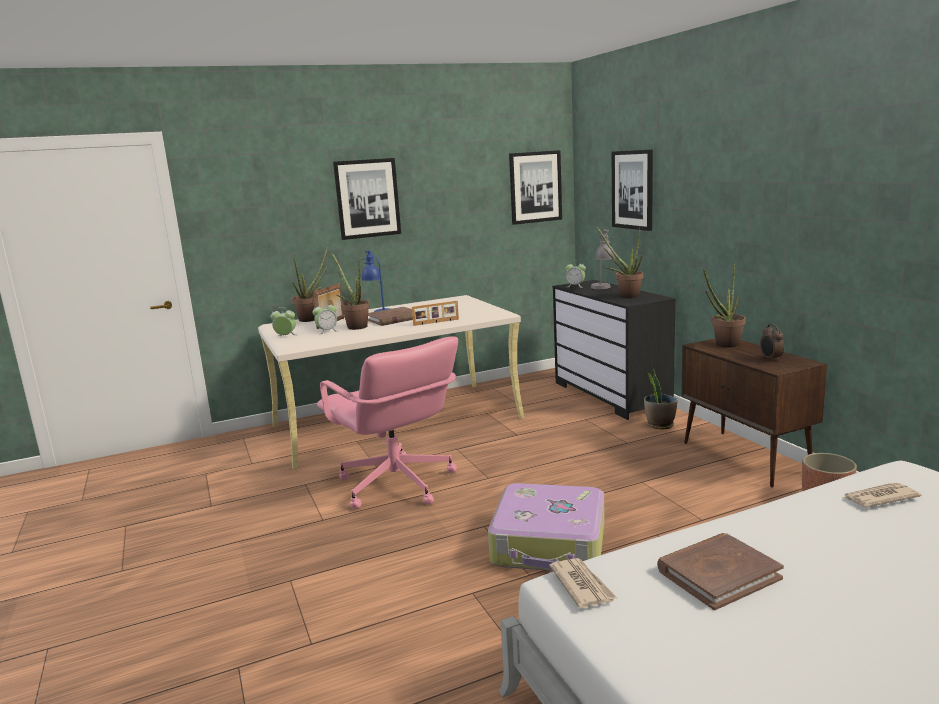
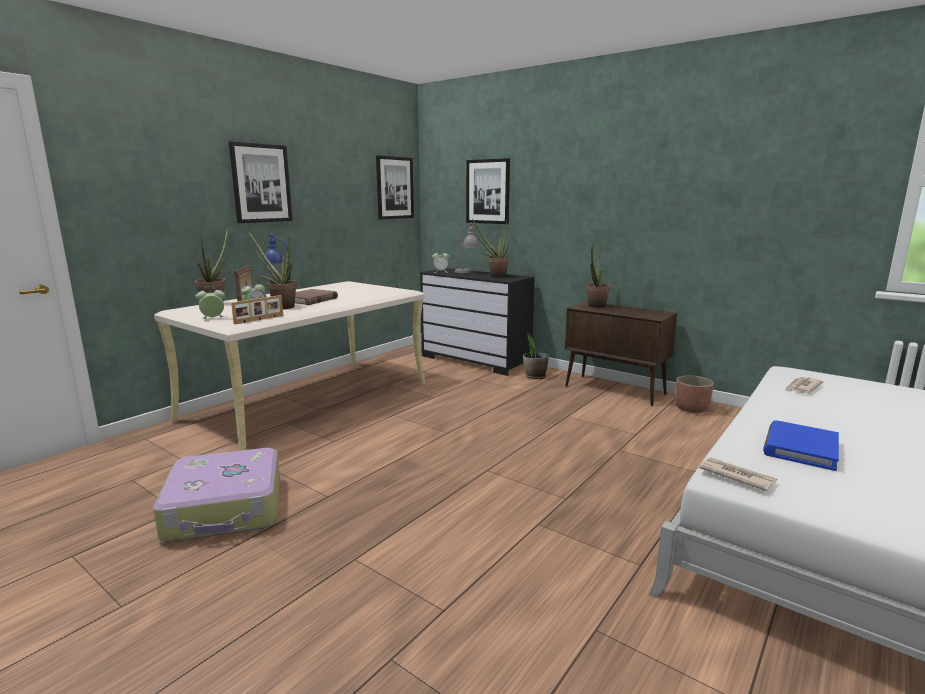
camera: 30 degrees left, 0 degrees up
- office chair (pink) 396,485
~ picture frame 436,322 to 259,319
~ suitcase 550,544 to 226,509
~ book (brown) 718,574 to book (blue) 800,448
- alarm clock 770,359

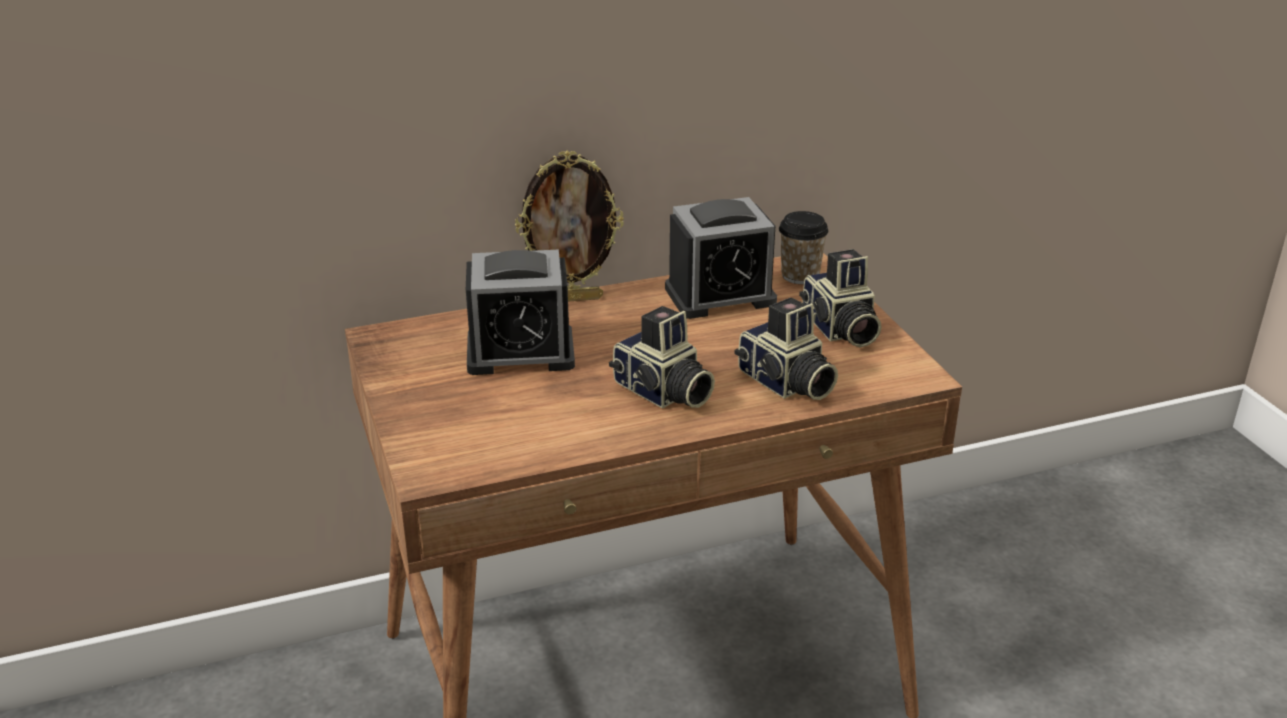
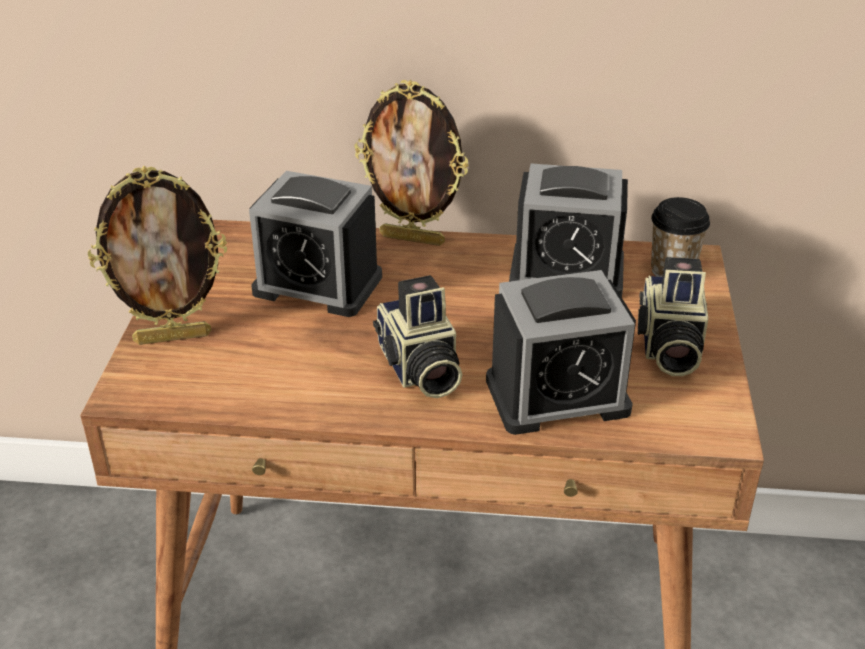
camera: 25 degrees right, 5 degrees up
~ photo camera 785,383 to alarm clock 557,396
+ picture frame 173,337

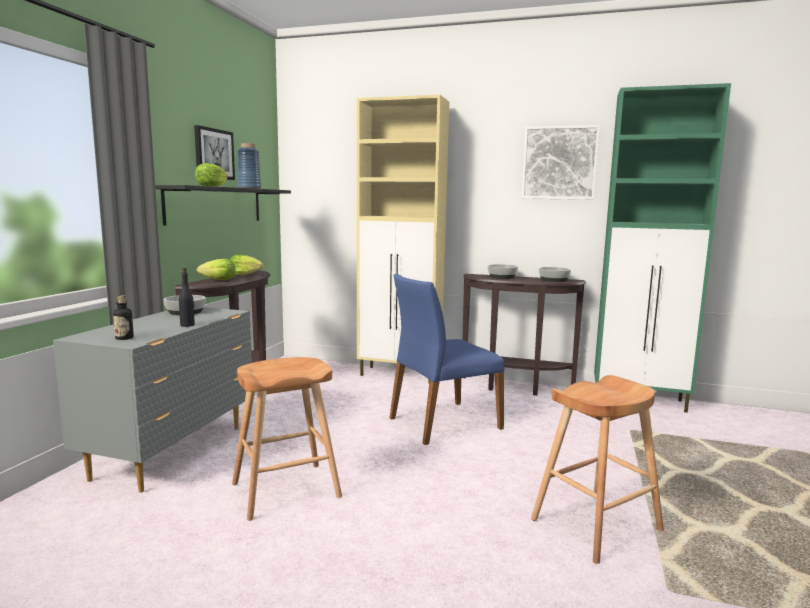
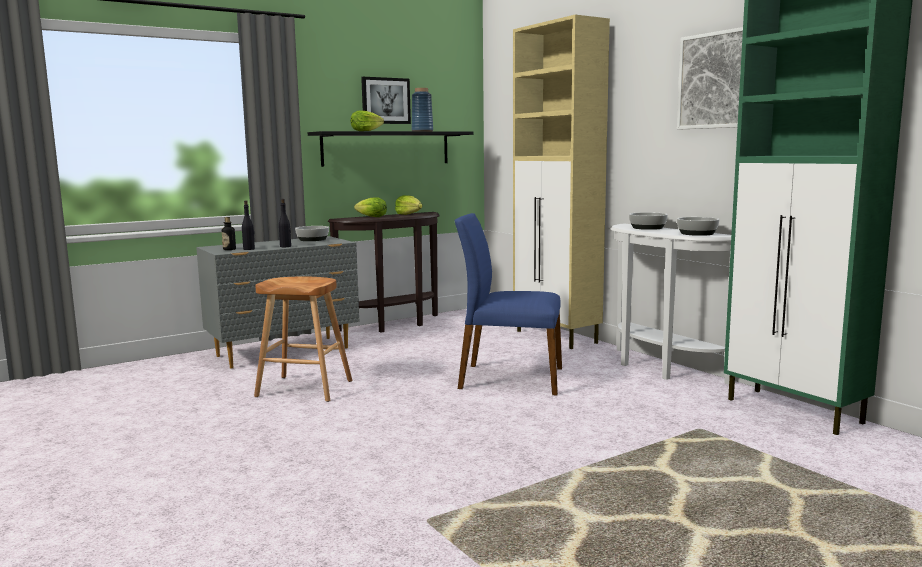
camera: 40 degrees right, 0 degrees up
~ console table (brown) 515,387 to console table (white) 659,368
- stool (brown) 596,525
+ bottle (black) 249,249

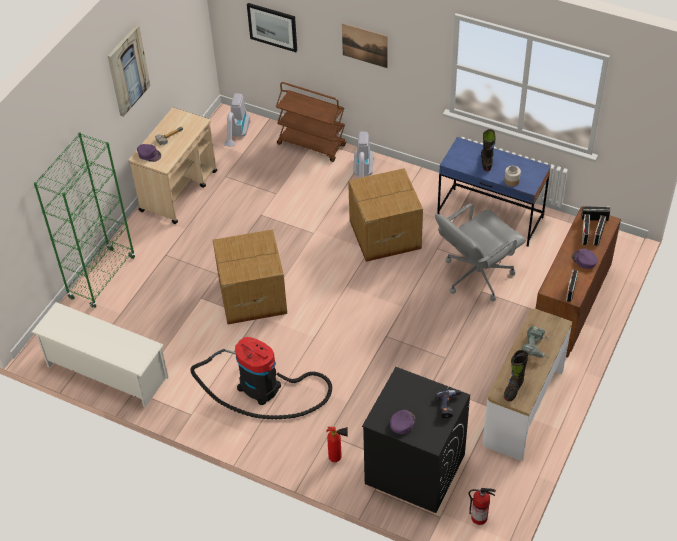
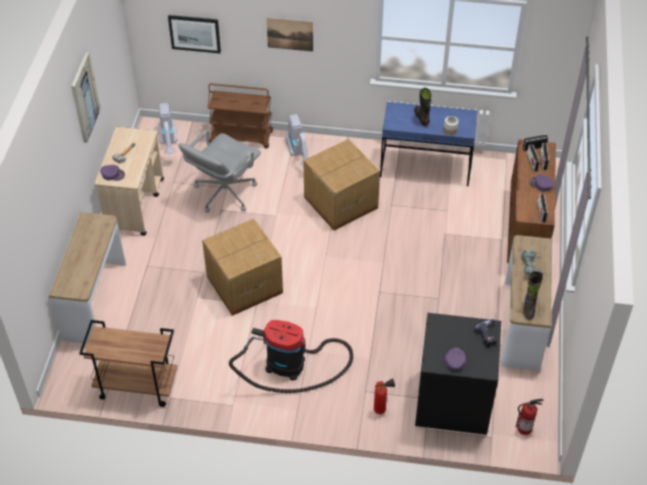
camera: 20 degrees left, 0 degrees up
~ shoe rack (white) 106,372 to cart (brown) 136,386
~ bookcase (green) 102,278 to console table 95,301
~ office chair (grey) 476,275 to 224,193

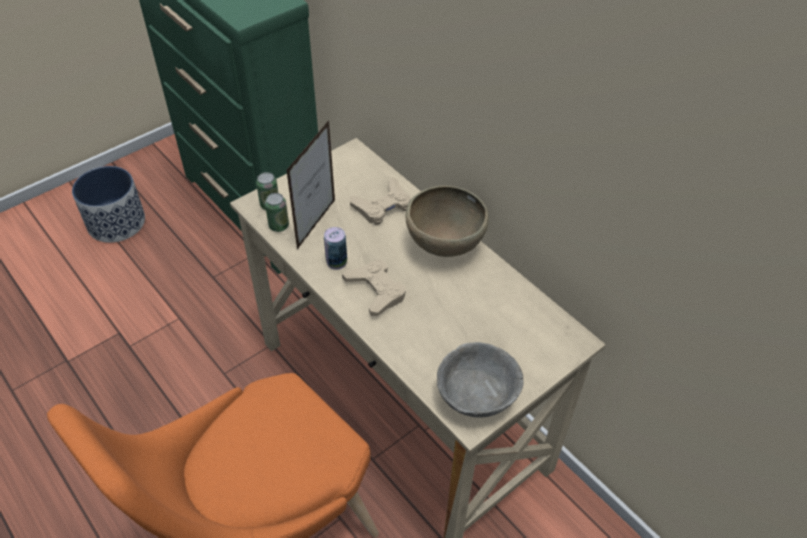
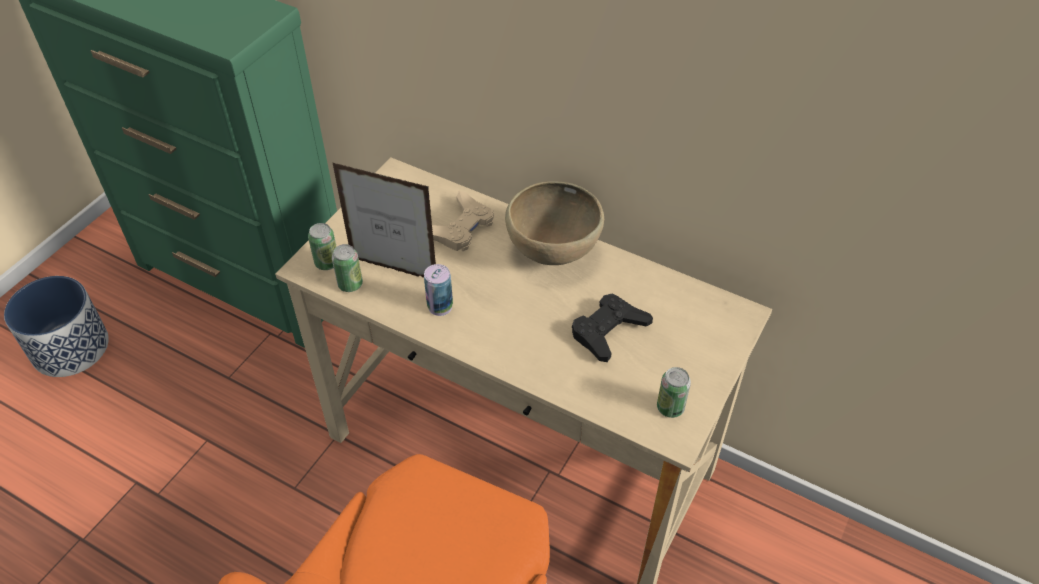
camera: 20 degrees left, 0 degrees up
~ picture frame 316,224 = 394,270 75 degrees counterclockwise
- game controller (beige) 376,290
~ bowl (grey) 477,397 to can 670,407
+ game controller (black) 608,331

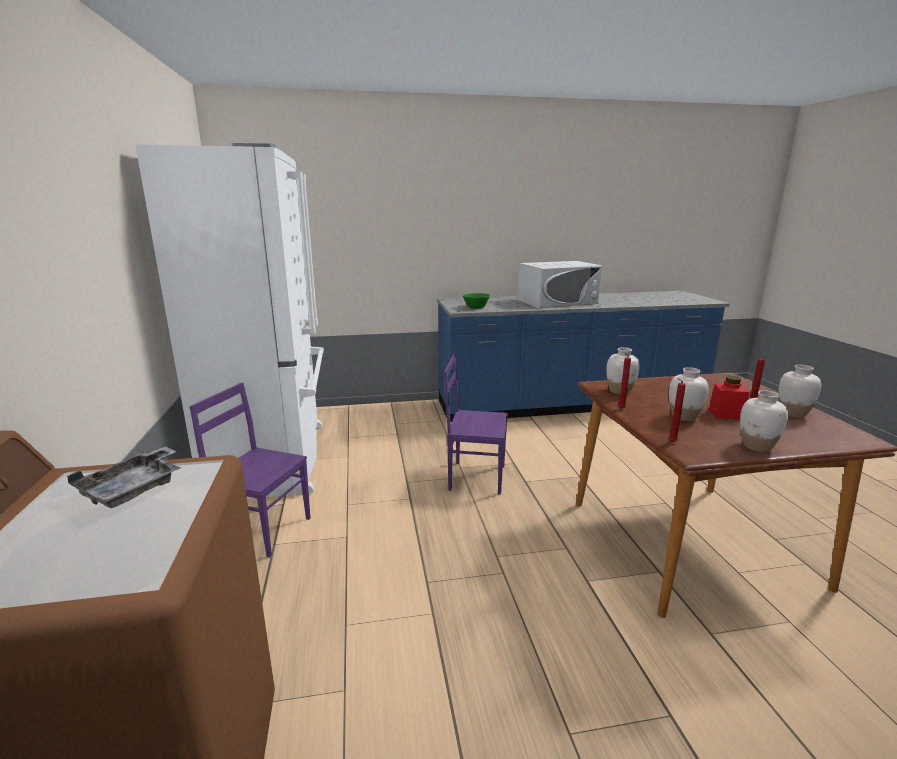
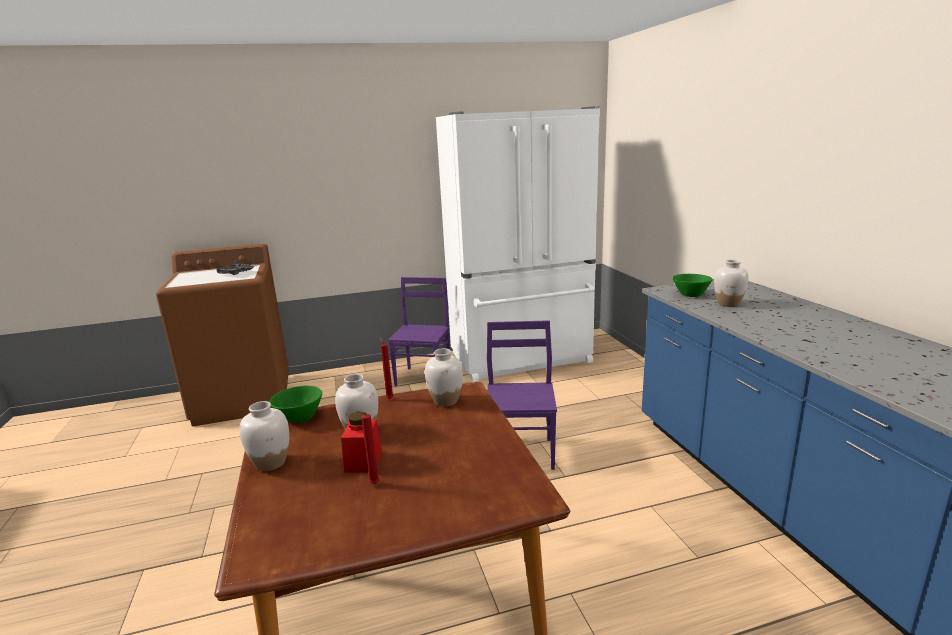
camera: 85 degrees right, 0 degrees up
- microwave (white) 557,302
~ candle (red) 671,442 to bowl (green) 300,416
~ vase (white) 793,413 to 728,304

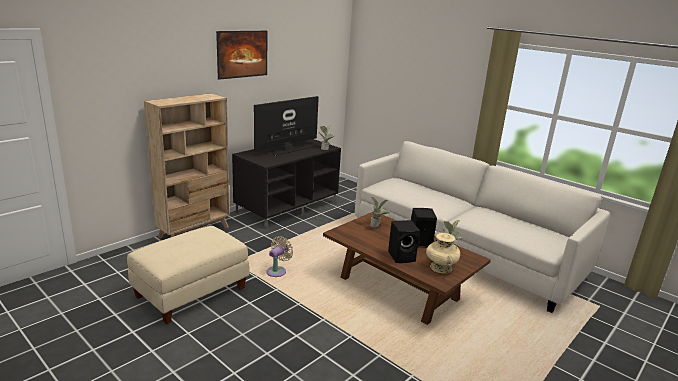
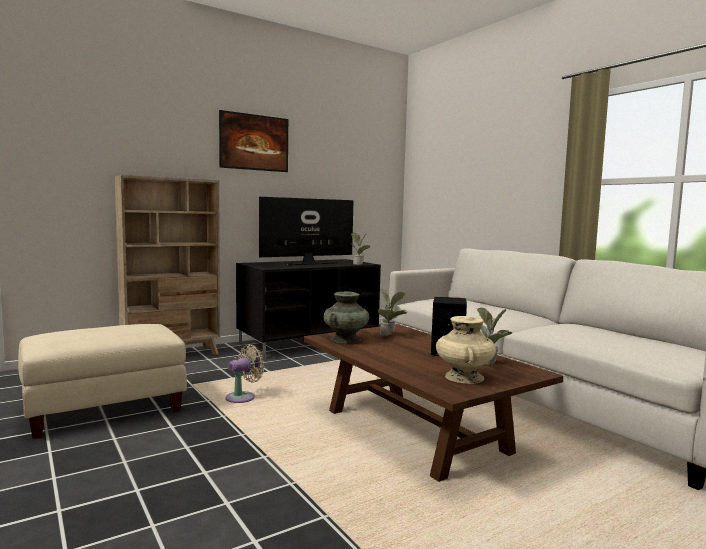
camera: 15 degrees right, 15 degrees down
- speaker (black) 402,256
+ vase (turquoise) 346,339

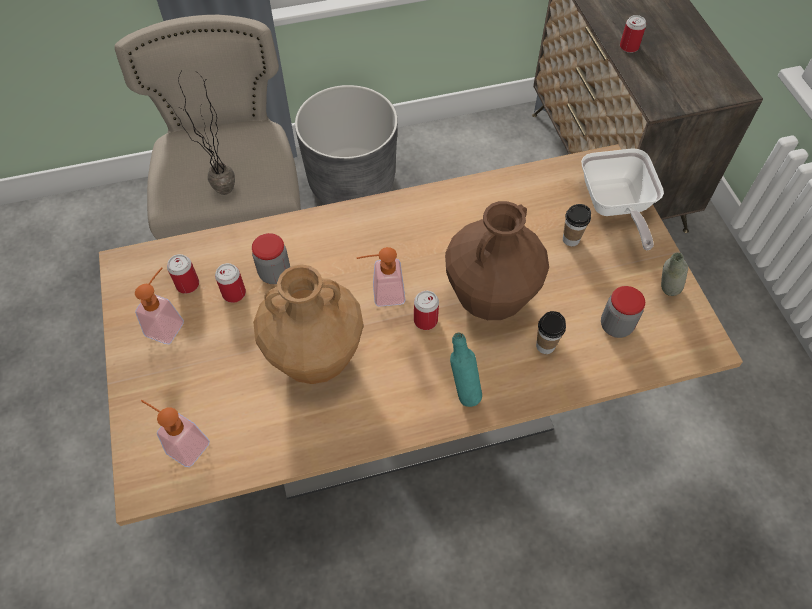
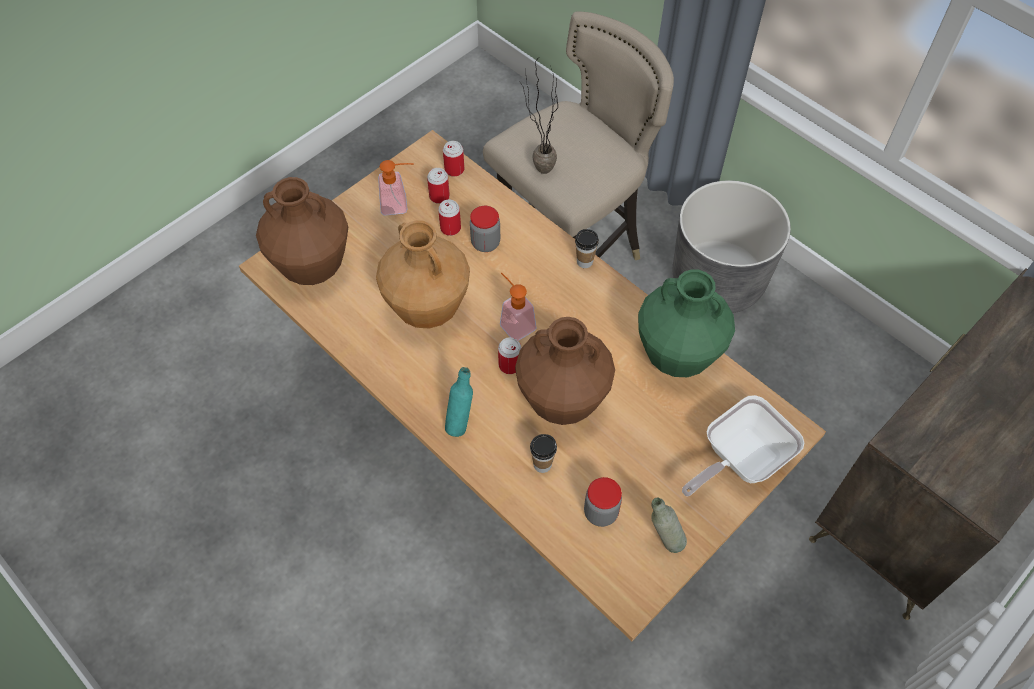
camera: 60 degrees right, 0 degrees up
~ soap dispenser 182,444 to vase (brown) 312,268
~ cup 571,239 to 584,261
~ can 629,47 to 454,169
+ vase (green) 677,357

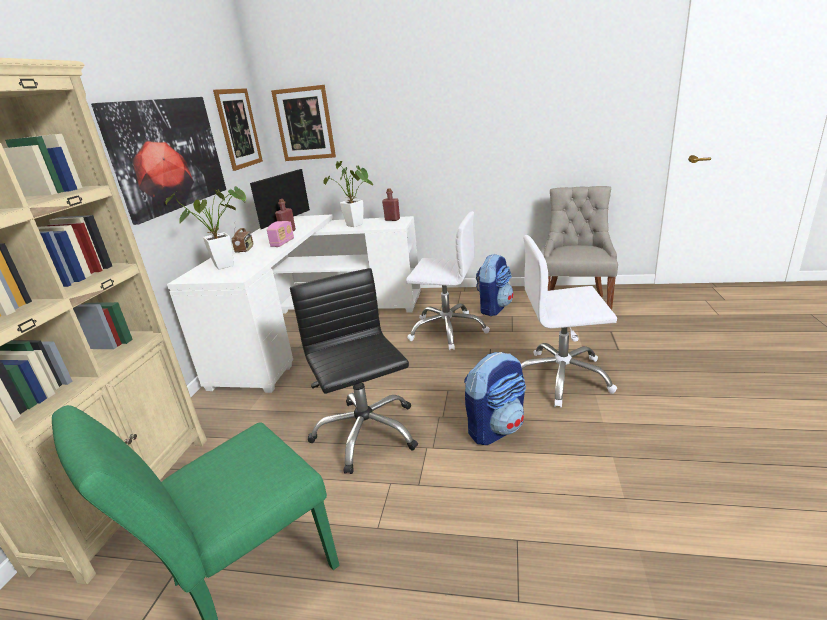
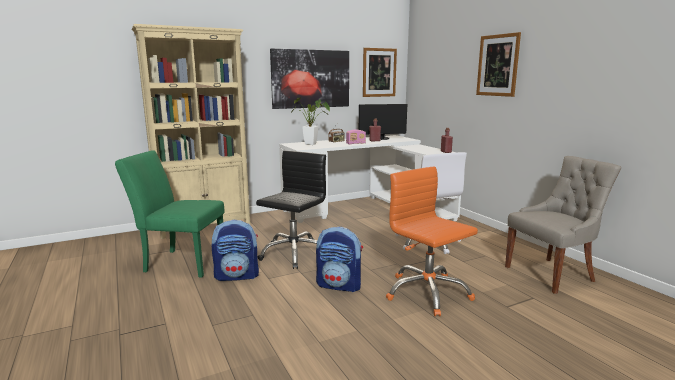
camera: 50 degrees right, 10 degrees down
~ picture 304,124 to 498,65
- potted plant 357,226
~ backpack 494,308 to 237,276
~ office chair (white) 561,378 to office chair (orange) 427,293

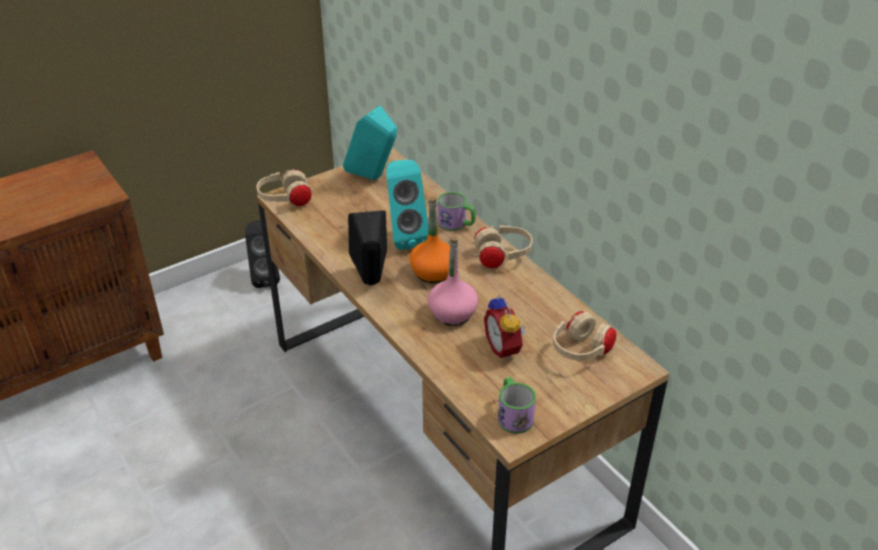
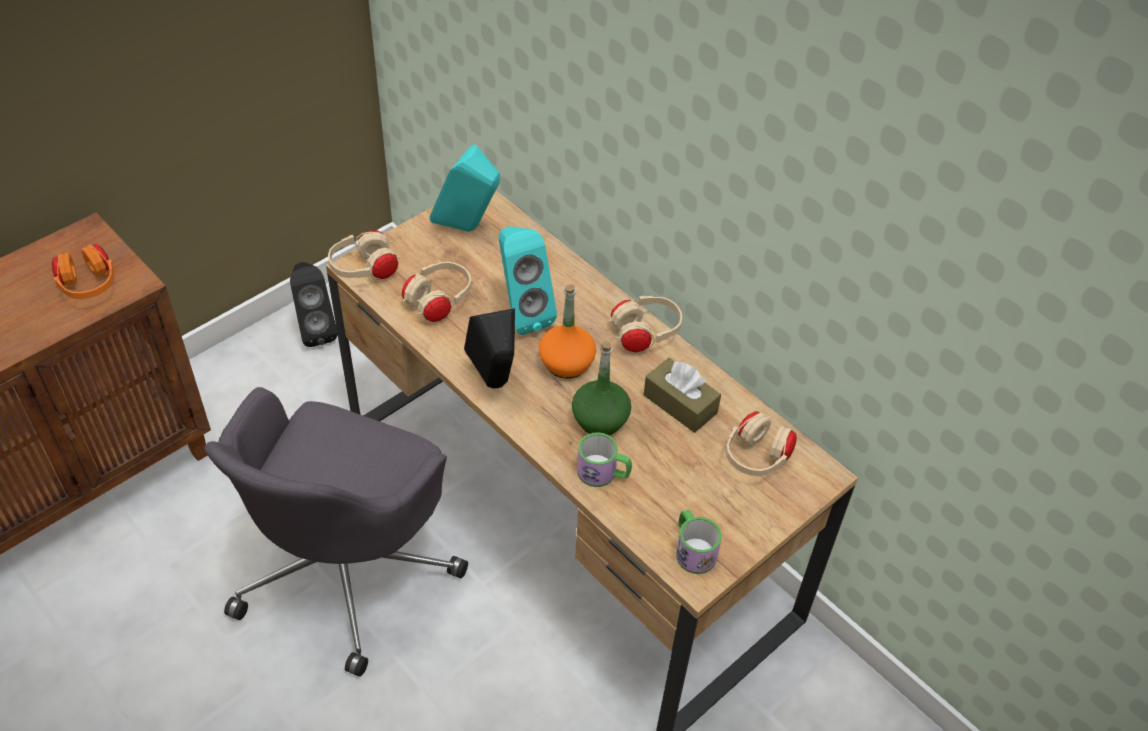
camera: 10 degrees left, 10 degrees up
~ bottle (pink) 453,313 to bottle (green) 600,419
~ mug 456,224 to 603,473
- alarm clock 505,348
+ headphones (orange) 89,287
+ office chair (grey) 348,568
+ headphones (beige) 438,303
+ tissue box (brown) 680,404

